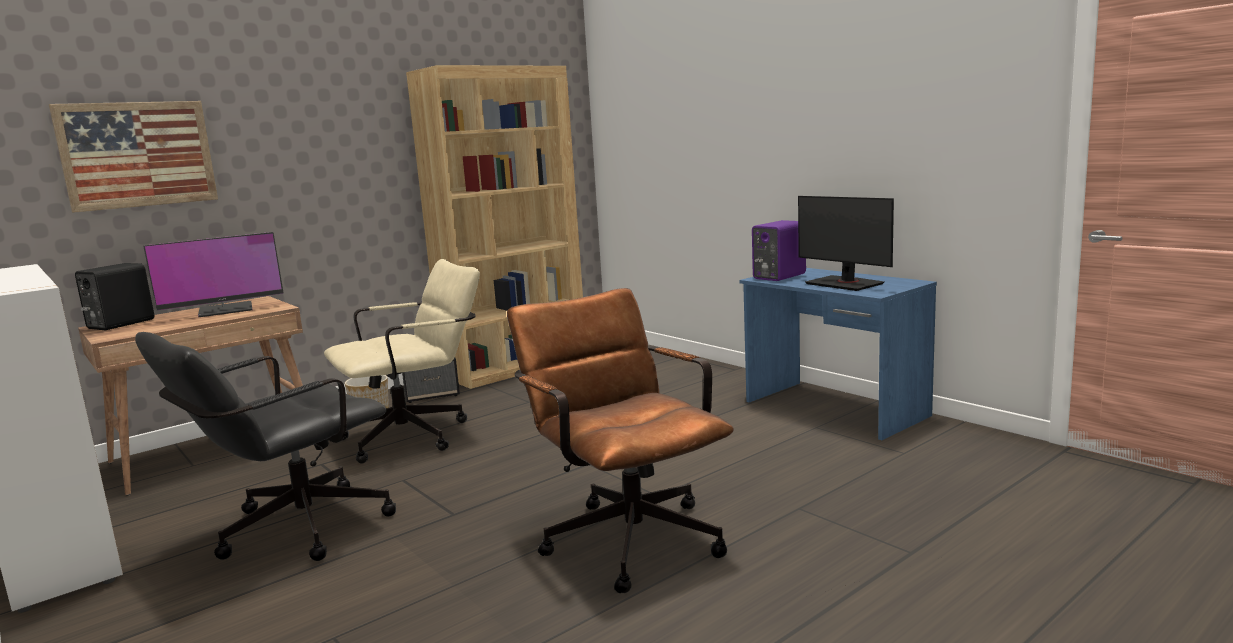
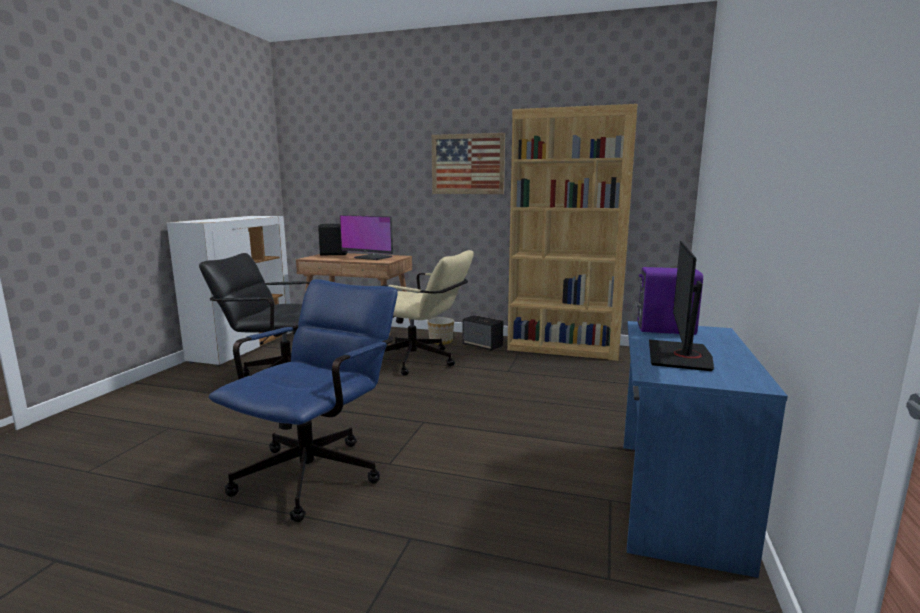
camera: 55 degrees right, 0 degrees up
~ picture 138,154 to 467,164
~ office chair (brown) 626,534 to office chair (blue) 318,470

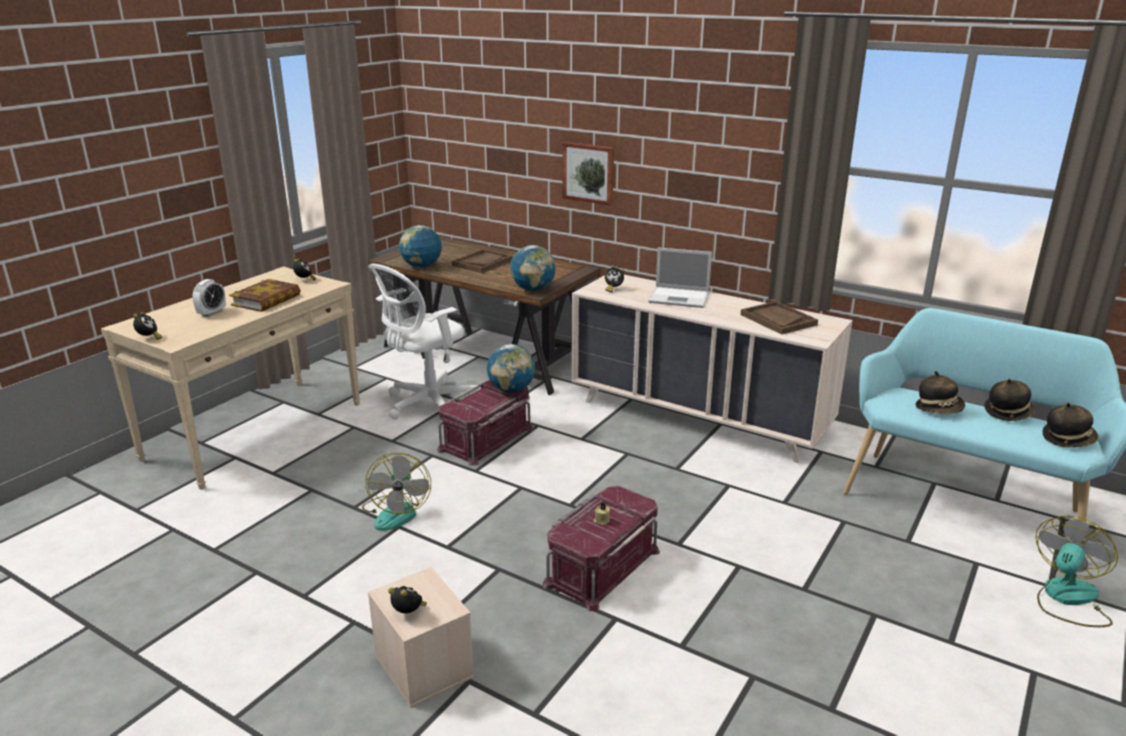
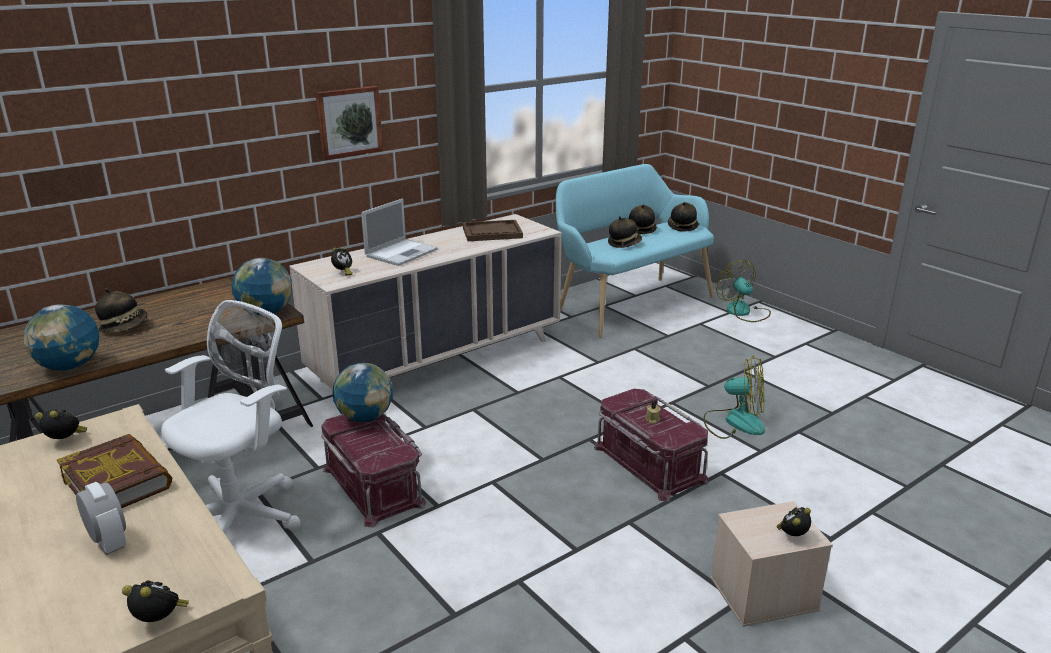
camera: 70 degrees left, 0 degrees up
~ fan 397,512 to 734,422
~ office chair (white) 428,404 = 241,516 120 degrees counterclockwise
~ tray (brown) 482,262 to hat 125,327
~ picture 589,173 to 348,122

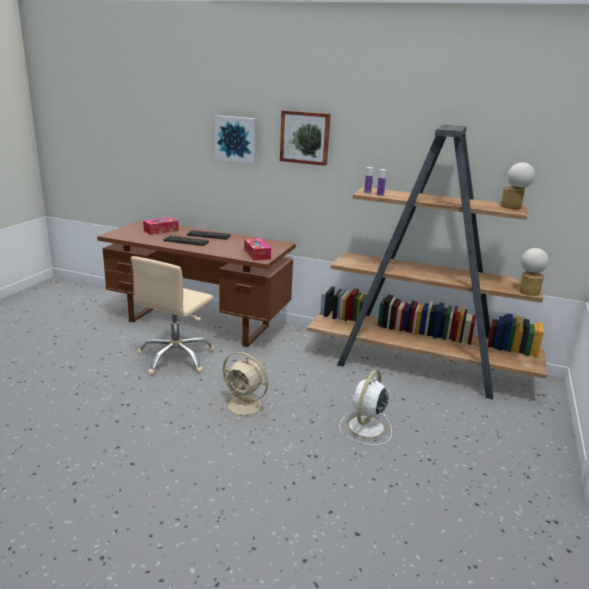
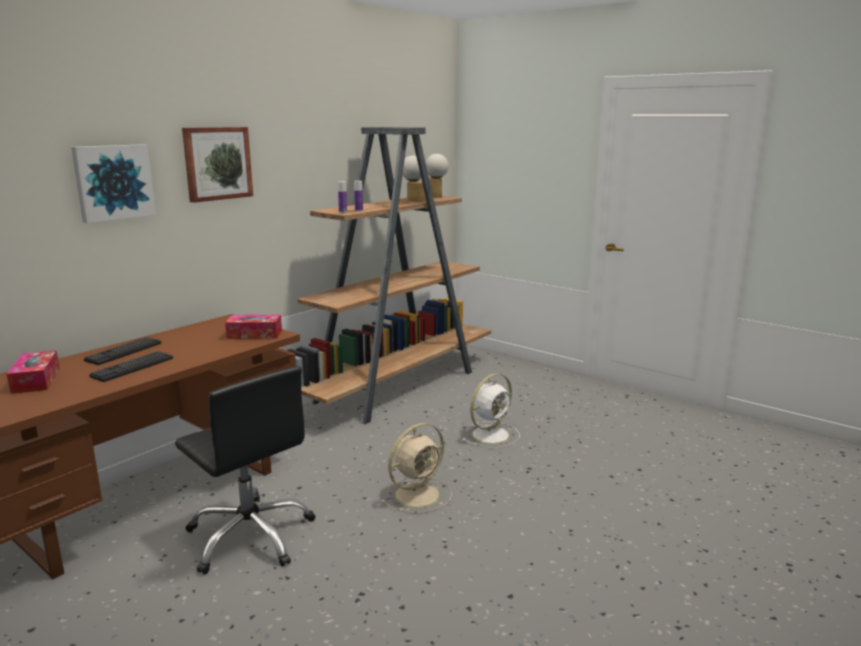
camera: 70 degrees left, 5 degrees down
~ office chair (beige) 176,358 to office chair (black) 251,536
~ fan (white) 365,428 = 491,434 90 degrees counterclockwise
~ table lamp 528,291 to 414,200

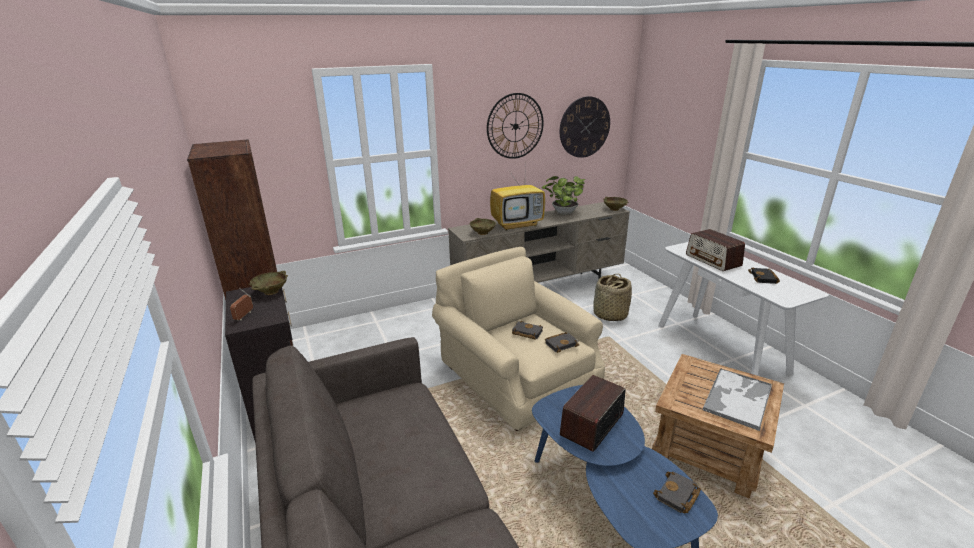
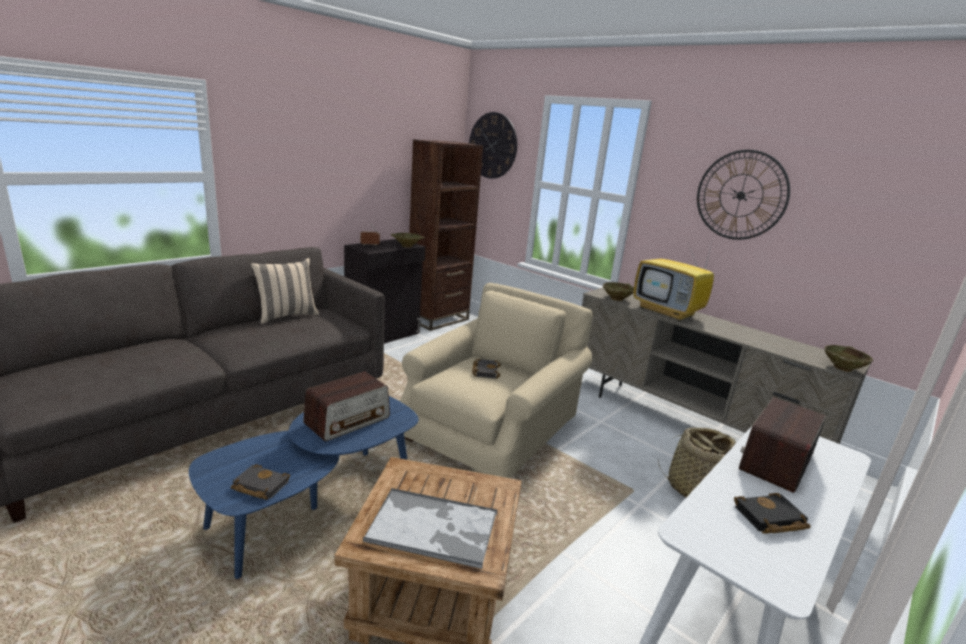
camera: 65 degrees right, 5 degrees down
- potted plant 562,213
- book (black) 561,344
~ wall clock 584,127 to 492,145
~ radio 592,424 = 348,420 120 degrees clockwise
+ pillow (beige) 286,315

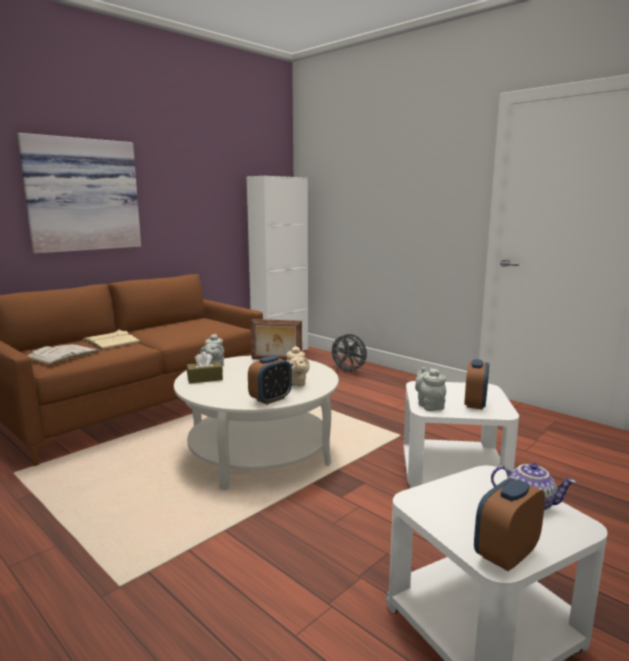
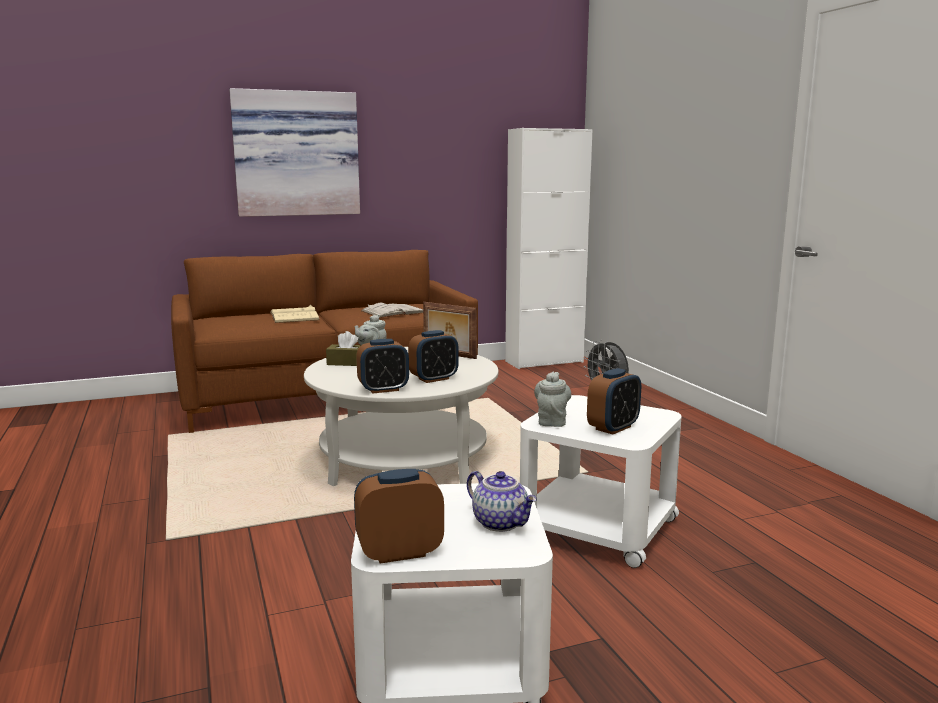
camera: 25 degrees right, 0 degrees up
~ book (white) 63,355 to 394,311
~ teapot (beige) 296,383 to alarm clock 434,379

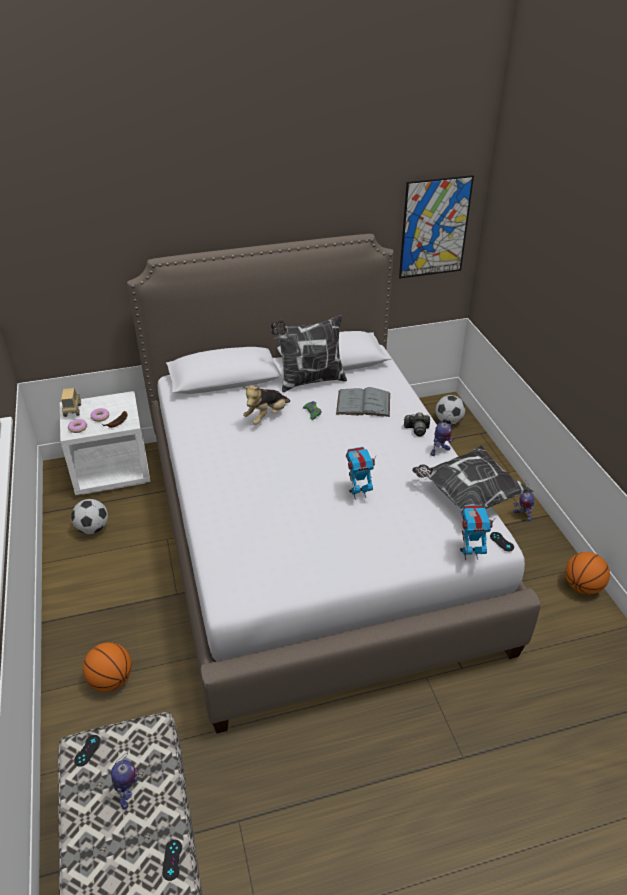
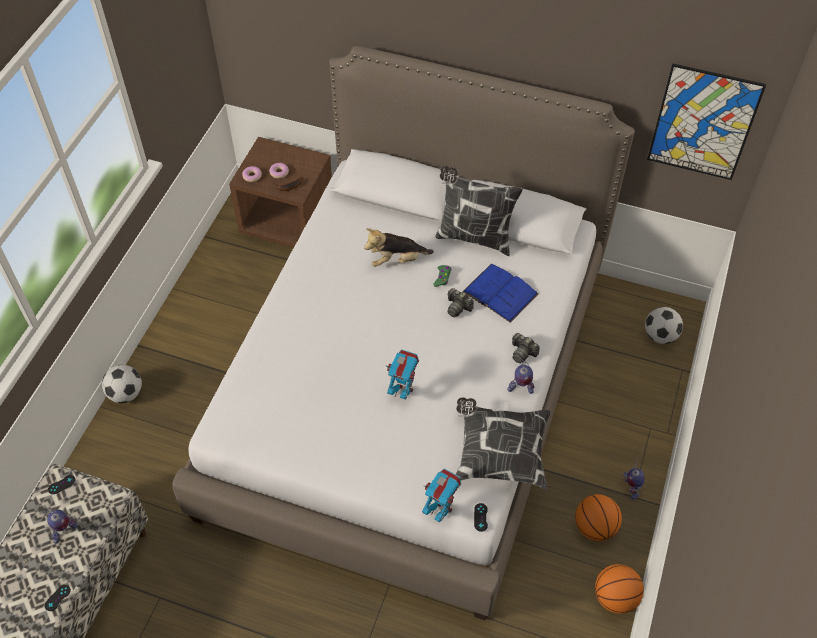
camera: 35 degrees right, 15 degrees up
~ nightstand (white) 112,471 to nightstand (brown) 288,221
- toy truck 72,410
~ football 93,528 to 126,394
~ basketball 111,680 to 595,527
~ book (grey) 363,403 to book (blue) 500,293
+ photo camera 458,307

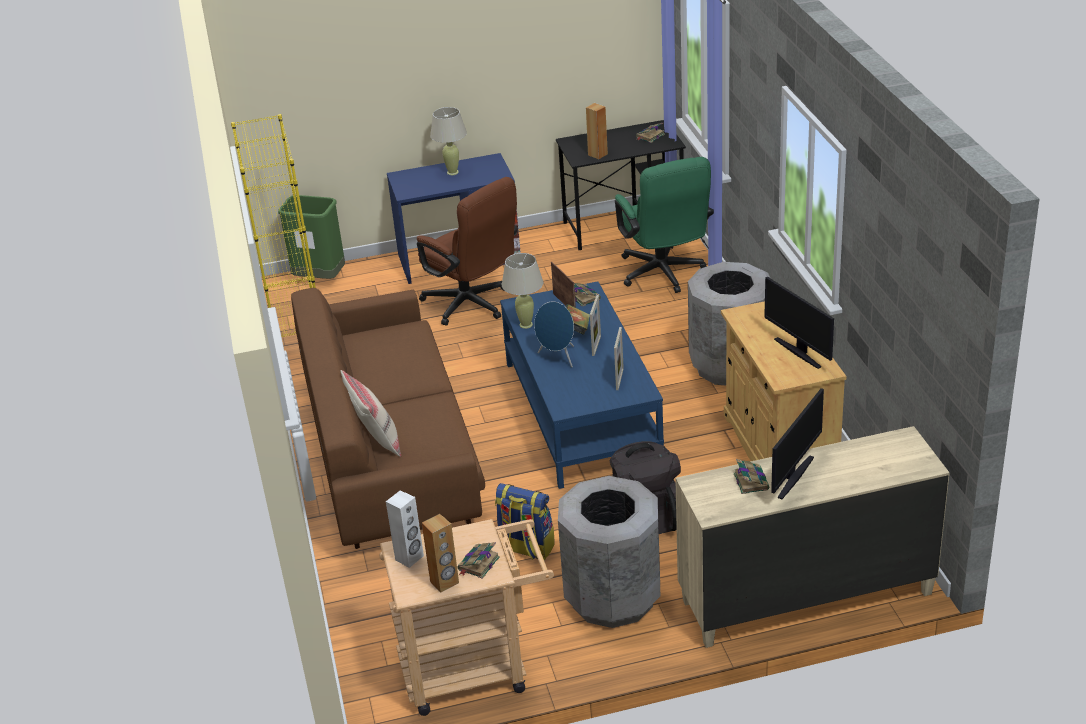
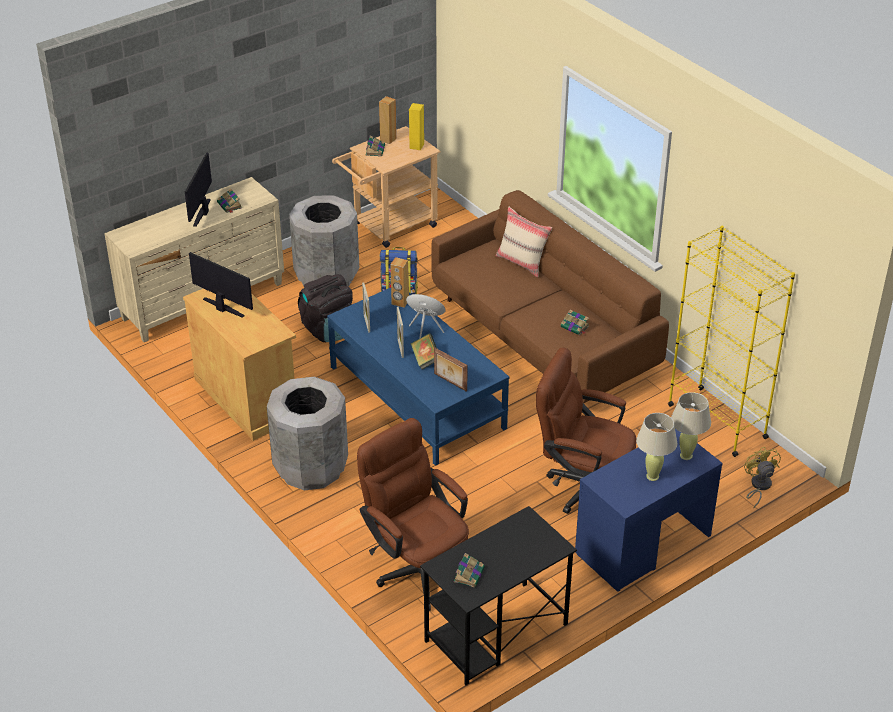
camera: 155 degrees right, 5 degrees up
~ trash can (green) 320,279 to fan (yellow) 758,486
~ speaker (white) 409,558 to speaker (yellow) 416,146
~ table lamp (beige) 525,325 to 686,455
~ book 584,297 to 575,327
~ speaker (brown) 598,154 to 400,302
~ office chair (green) 664,275 to office chair (brown) 417,566

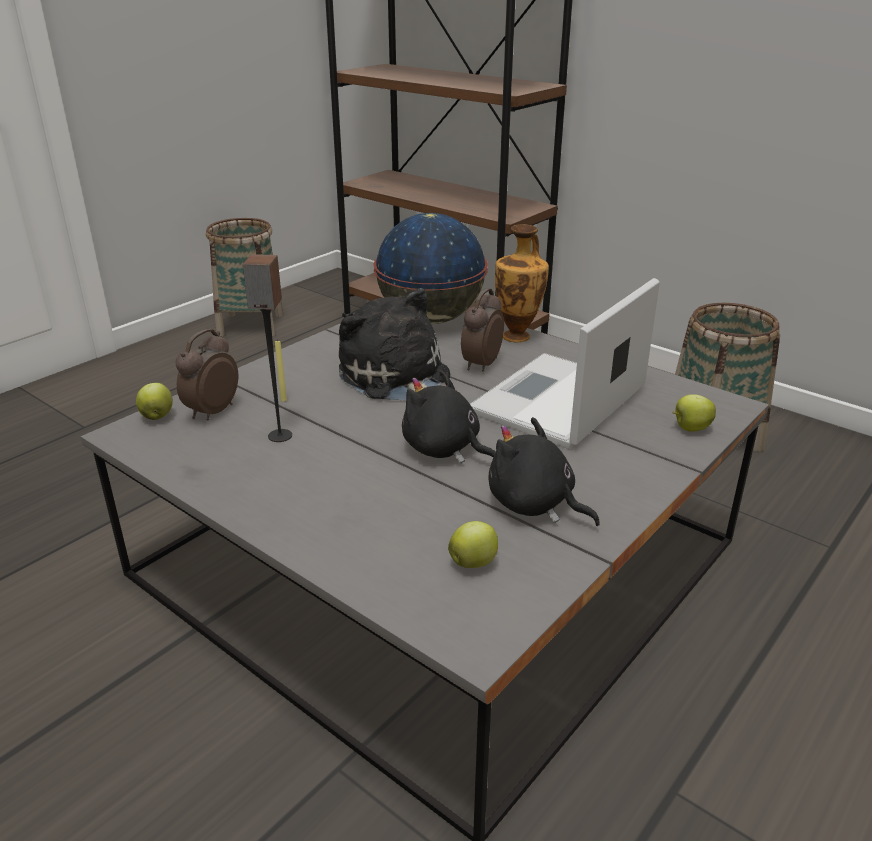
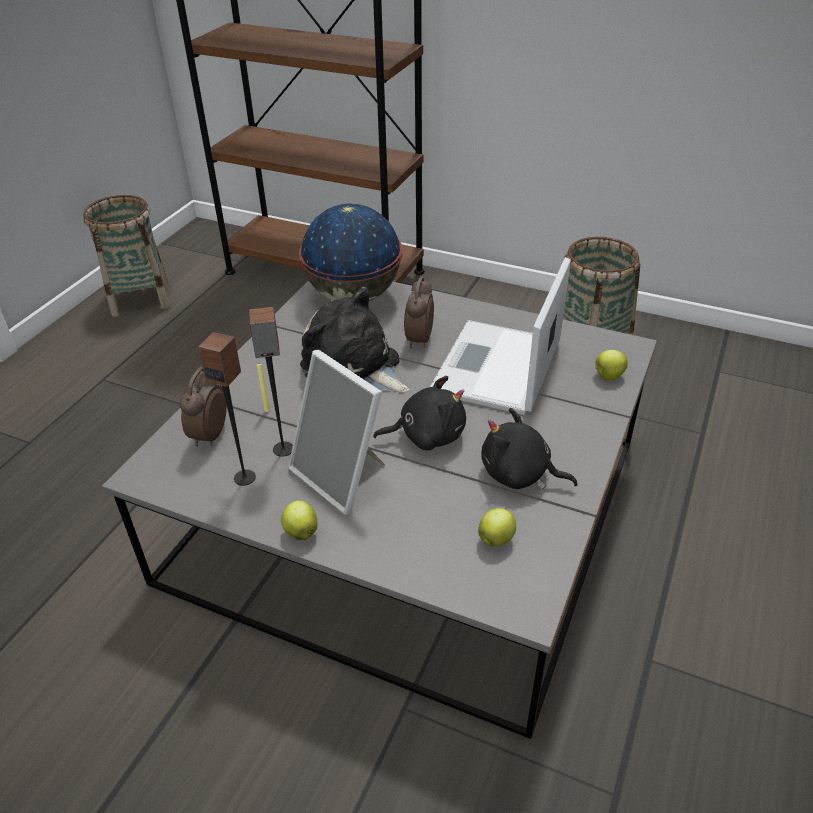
camera: 15 degrees left, 10 degrees up
~ apple 157,416 to 301,531
~ plush toy (black) 444,449 = 427,435 150 degrees clockwise
- vase 518,336
+ speaker 245,477
+ picture frame 342,476

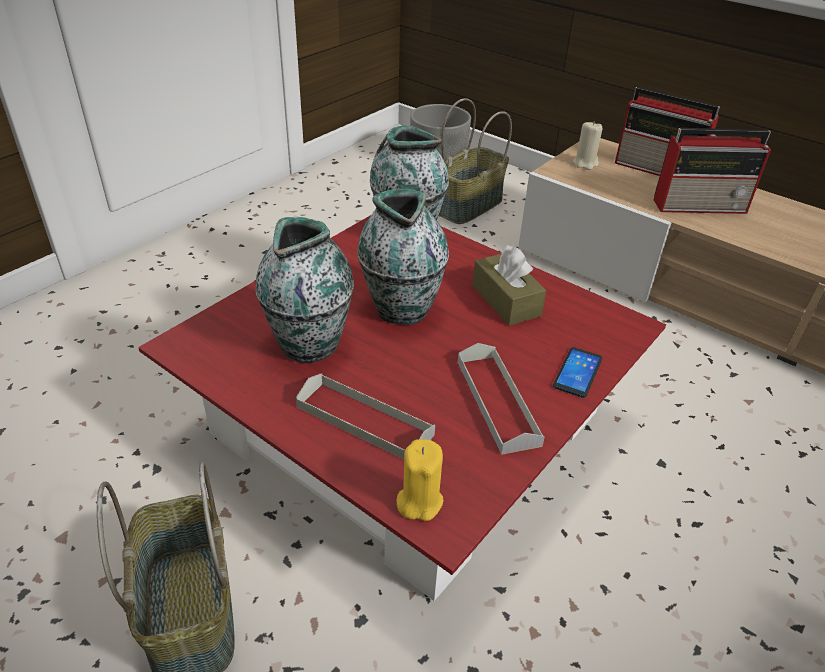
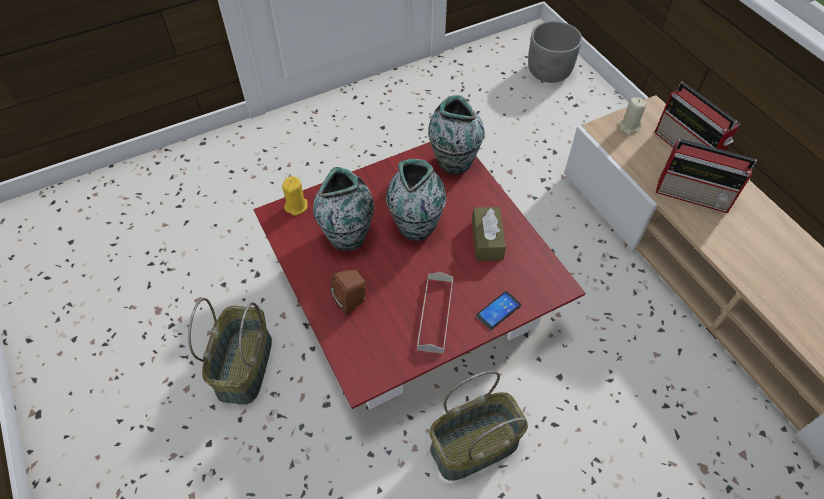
camera: 25 degrees right, 15 degrees up
~ tray (grey) 364,421 to speaker (brown) 352,301
~ candle (yellow) 419,501 to 296,206
~ basket 469,206 to 474,447

